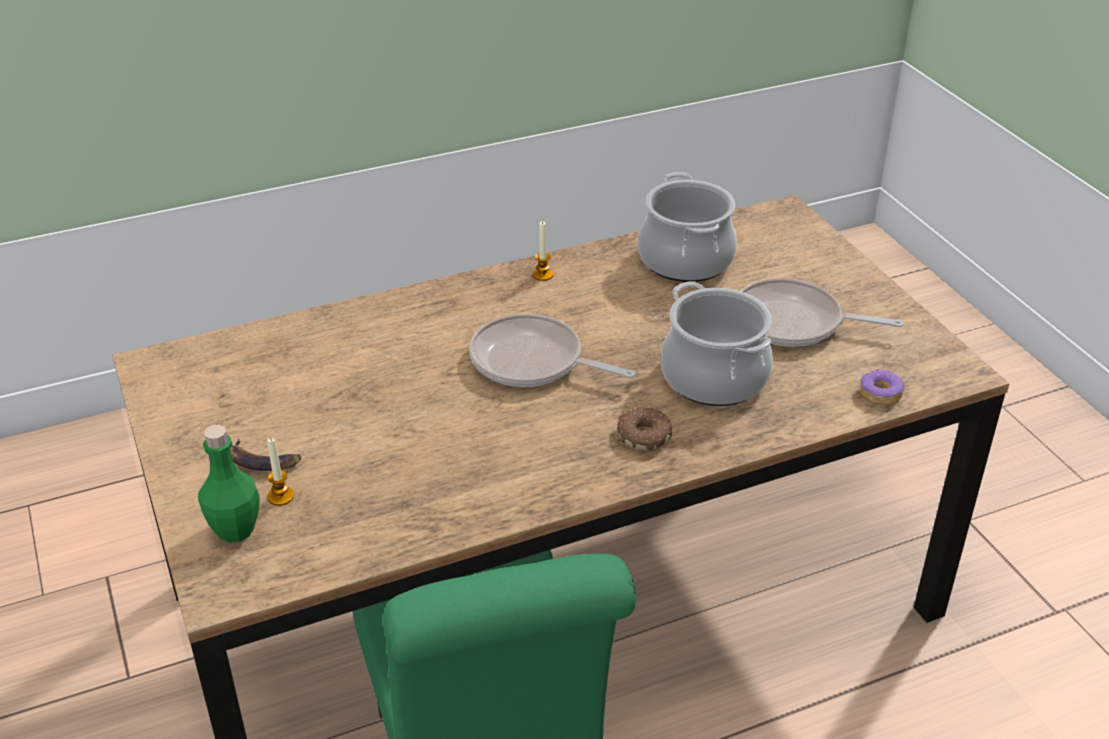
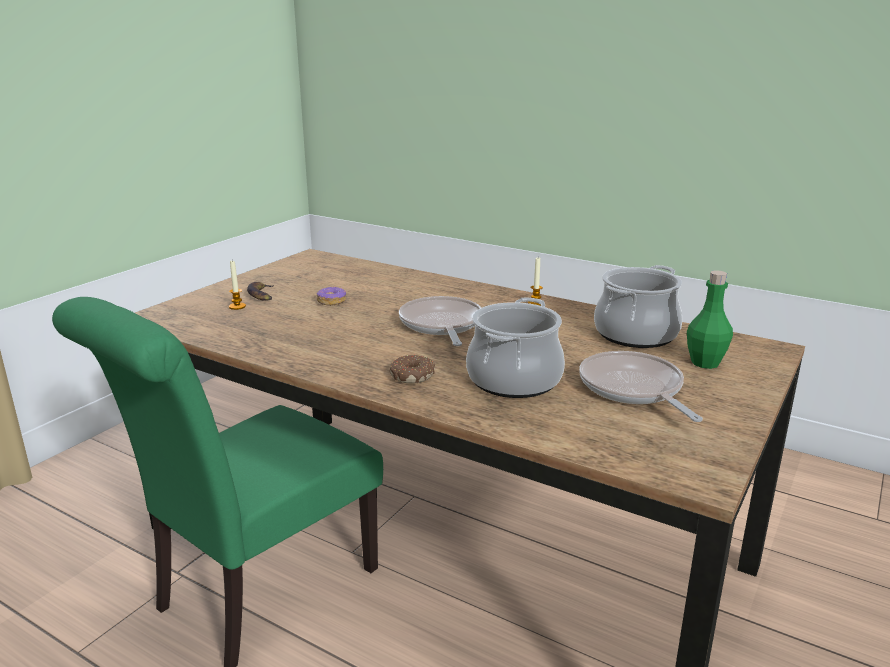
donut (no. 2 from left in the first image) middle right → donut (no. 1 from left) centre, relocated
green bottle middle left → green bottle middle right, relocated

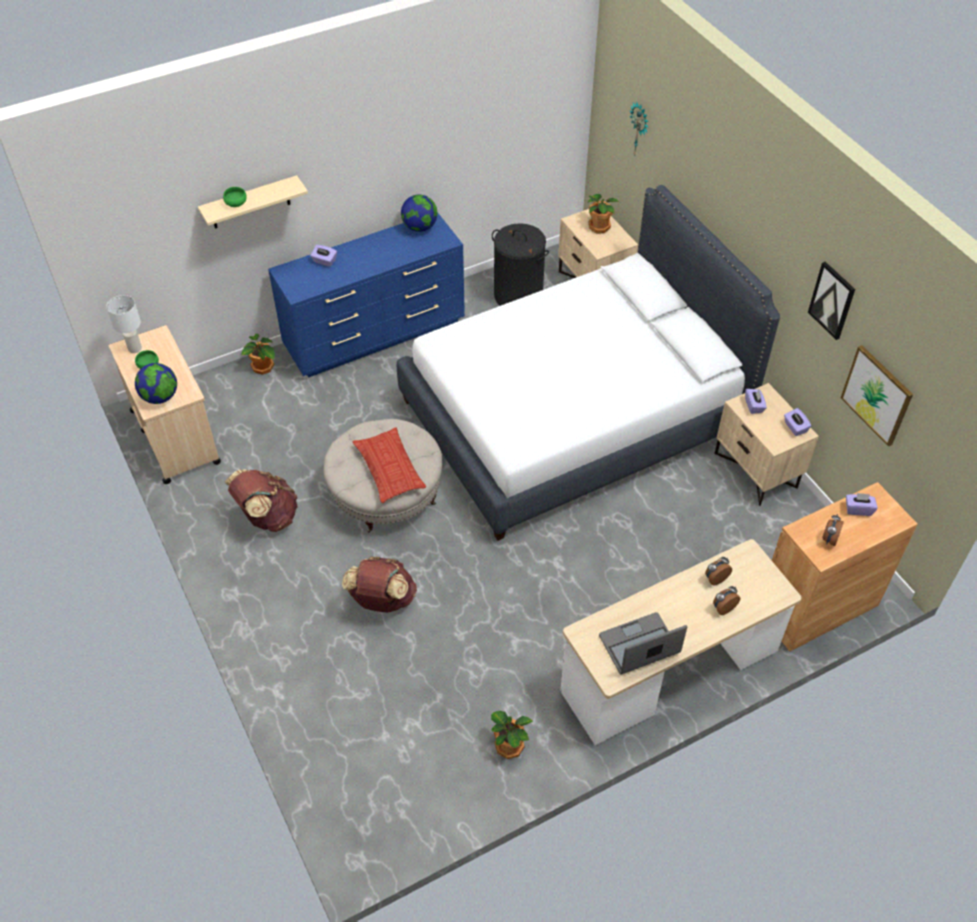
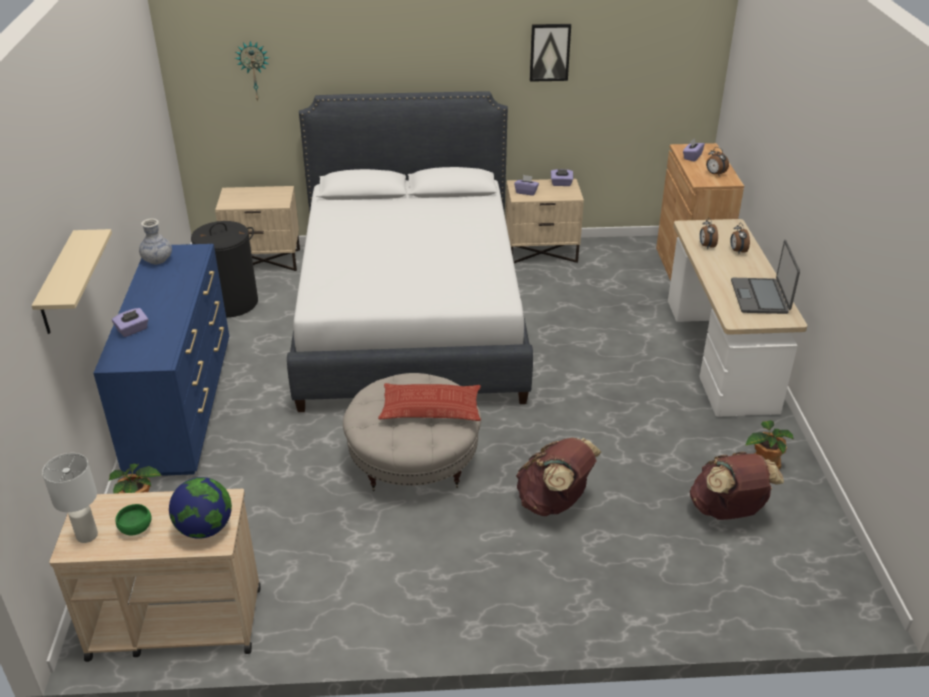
green bowl (no. 2 from left) top left → -
potted plant (no. 3 from left) top centre → -
globe (no. 2 from left) top centre → vase middle left
picture (no. 2 from left) middle right → -
brown backpack (no. 1 from left in the first image) middle left → brown backpack (no. 2 from left) bottom right, relocated

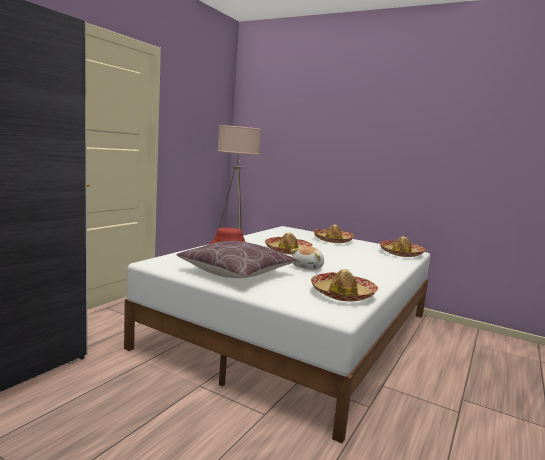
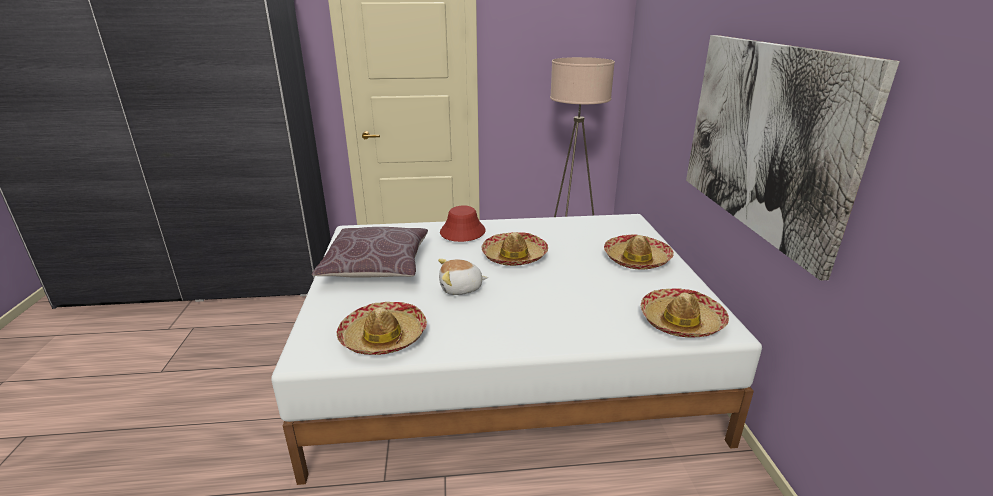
- → picture top right

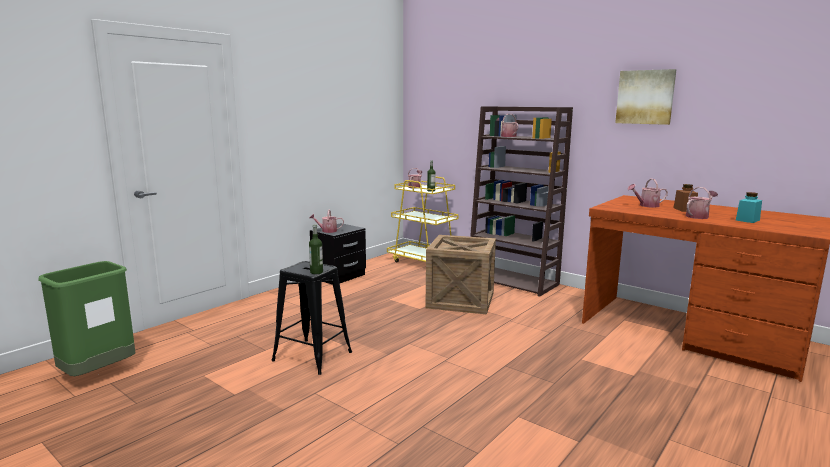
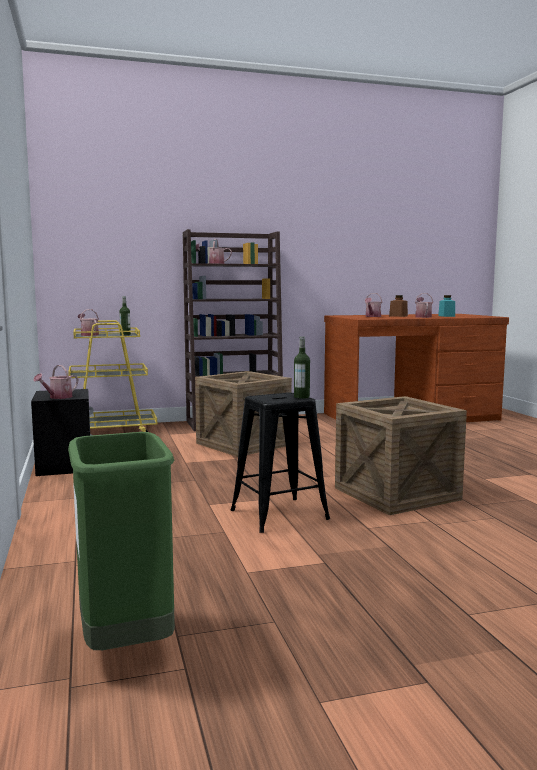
picture top right → -
- → crate (no. 2 from left) middle right

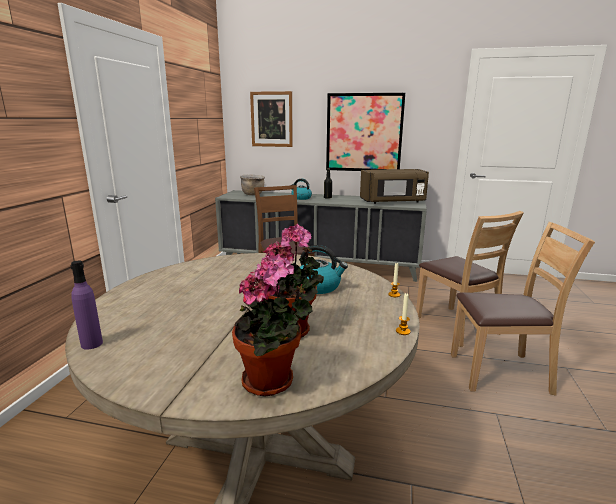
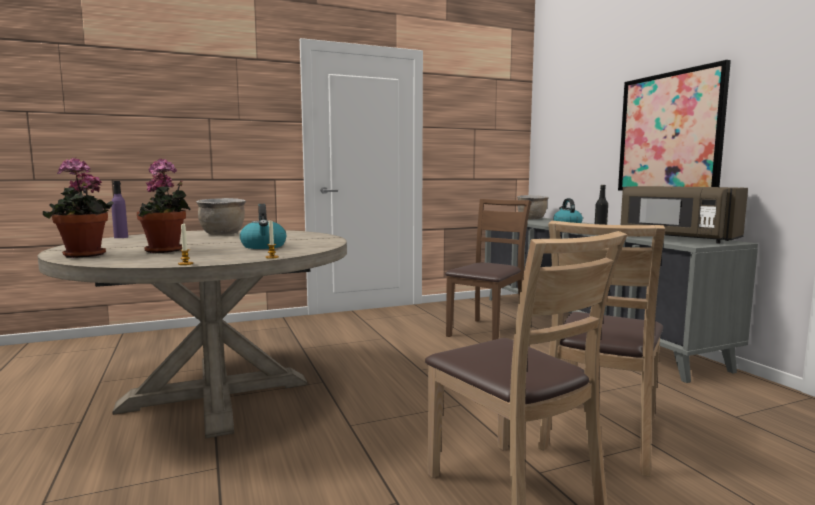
picture (no. 1 from left) top centre → -
- → brown cooking pot (no. 1 from left) middle left

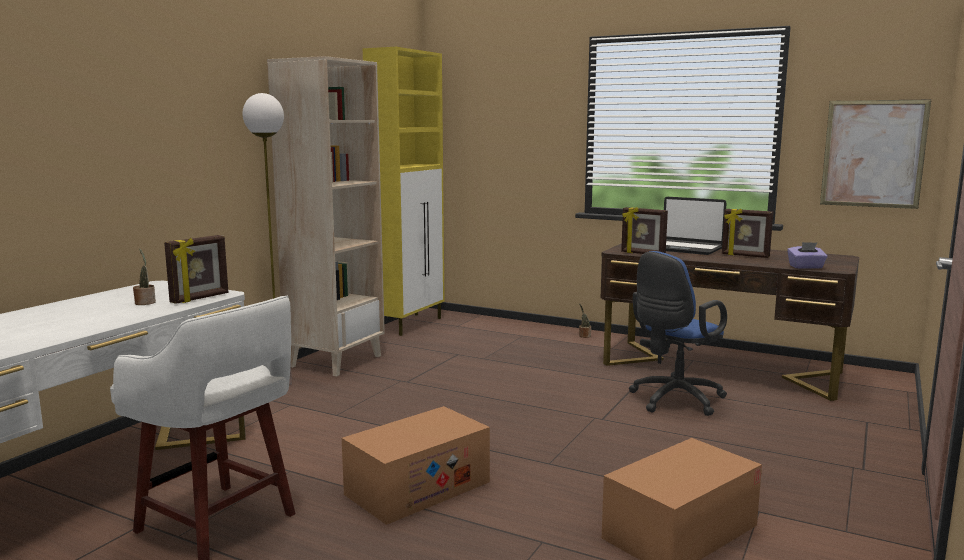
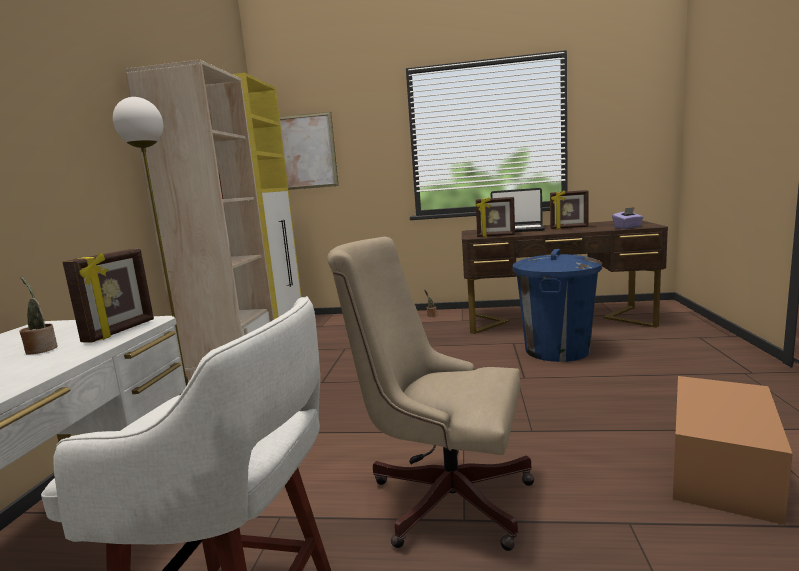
picture top right → picture top centre, relocated
blue office chair middle right → blue trash can middle right
cardboard box (no. 1 from left) bottom centre → beige office chair bottom centre

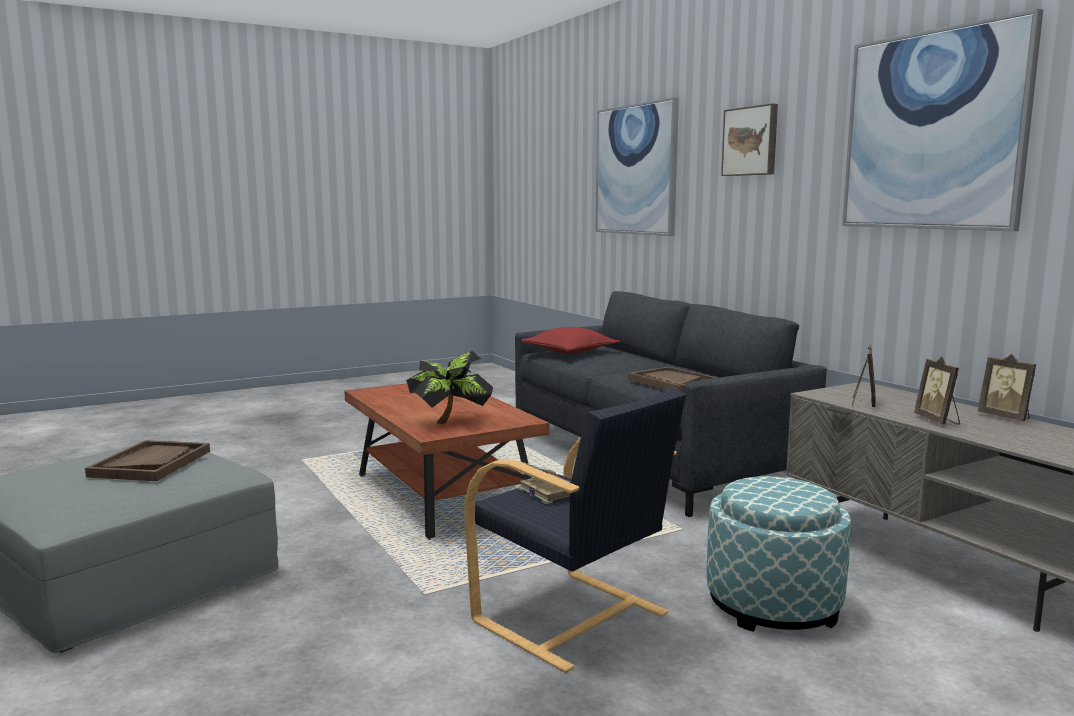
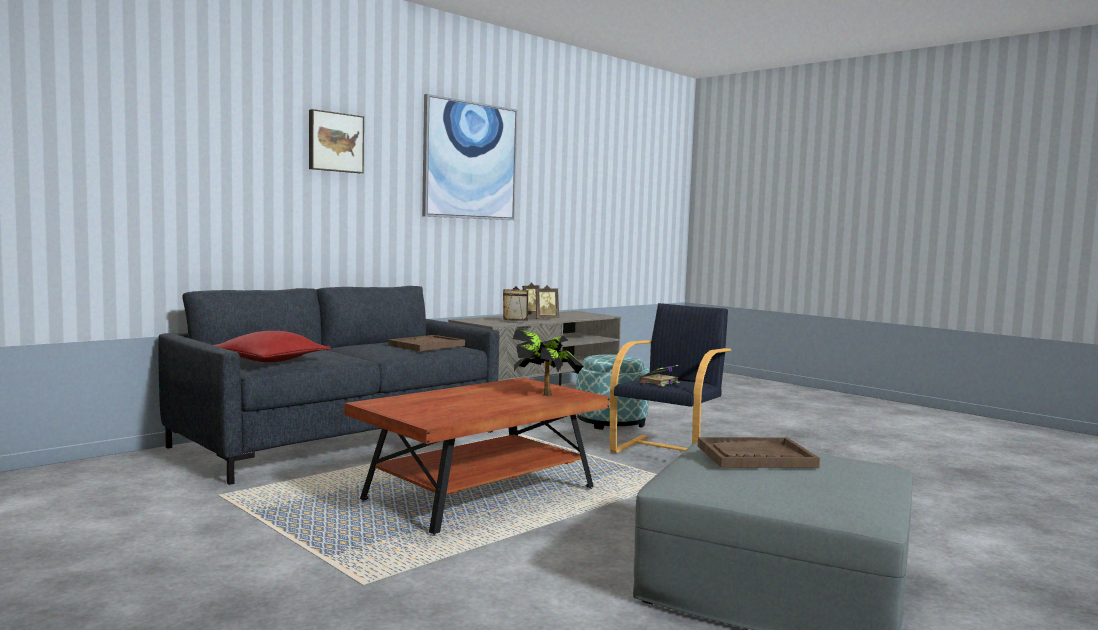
picture (no. 1 from left) top centre → -

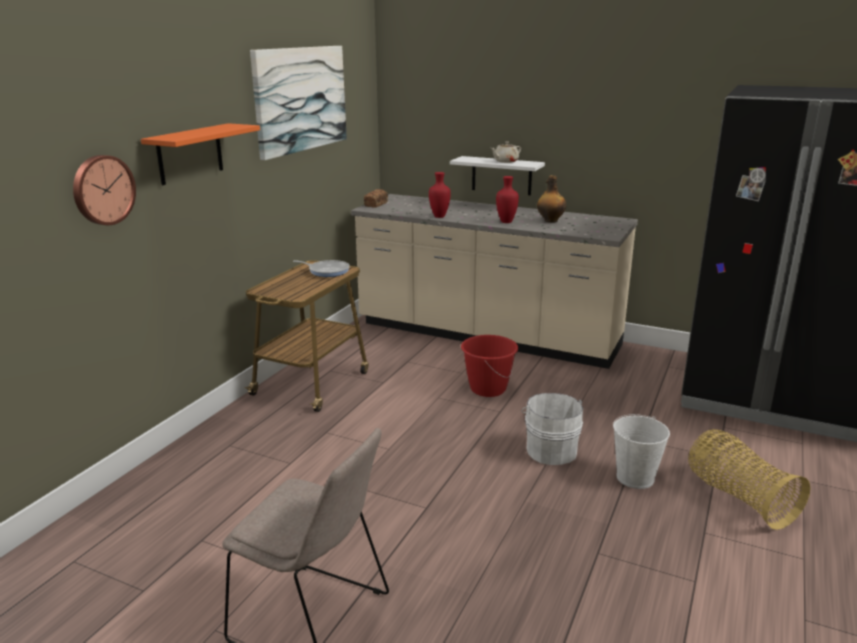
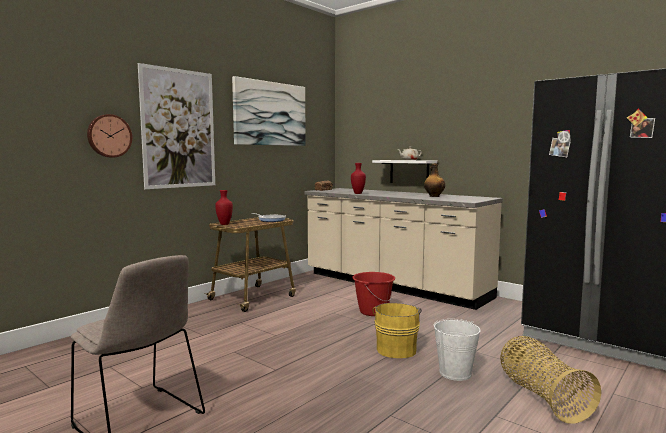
orange shelf top left → picture (no. 1 from left) top left
red vase (no. 2 from left in the first image) top centre → red vase (no. 1 from left) centre, relocated
white bucket (no. 1 from left) bottom centre → yellow bucket bottom centre

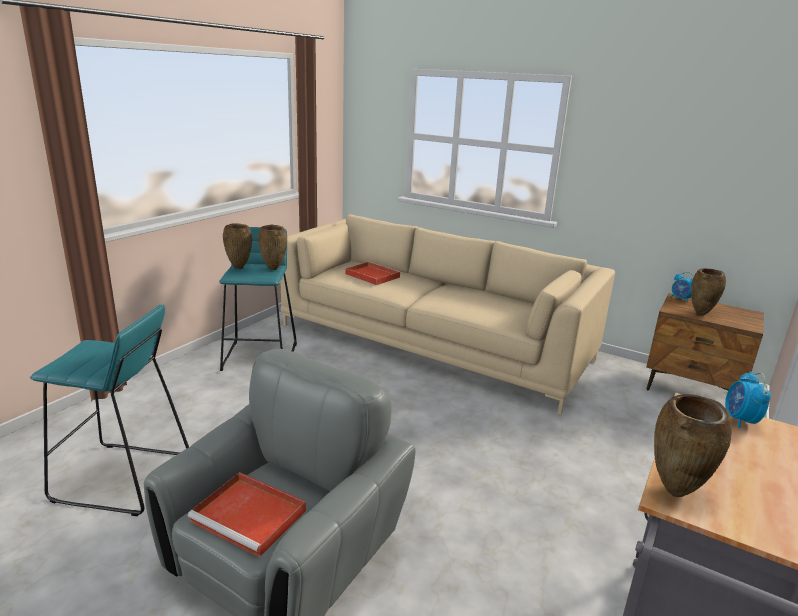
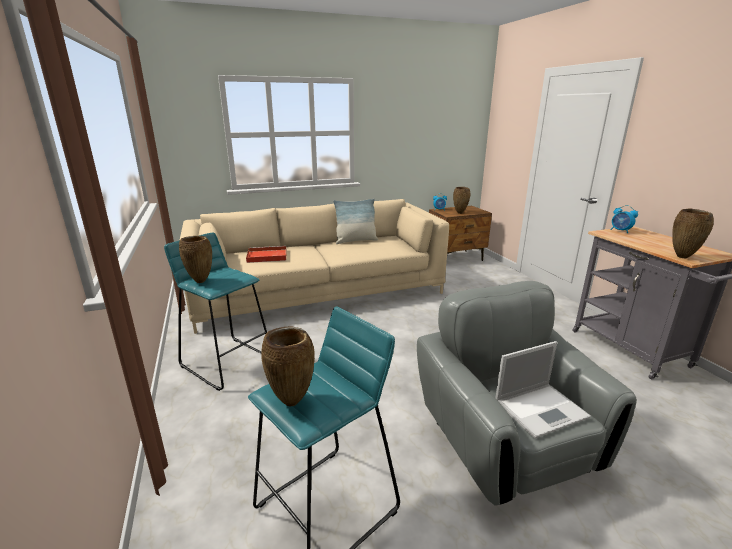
brown vase (no. 2 from left) centre → brown vase (no. 2 from left) bottom centre, relocated
red tray (no. 1 from left) bottom left → laptop bottom right
- → pillow centre

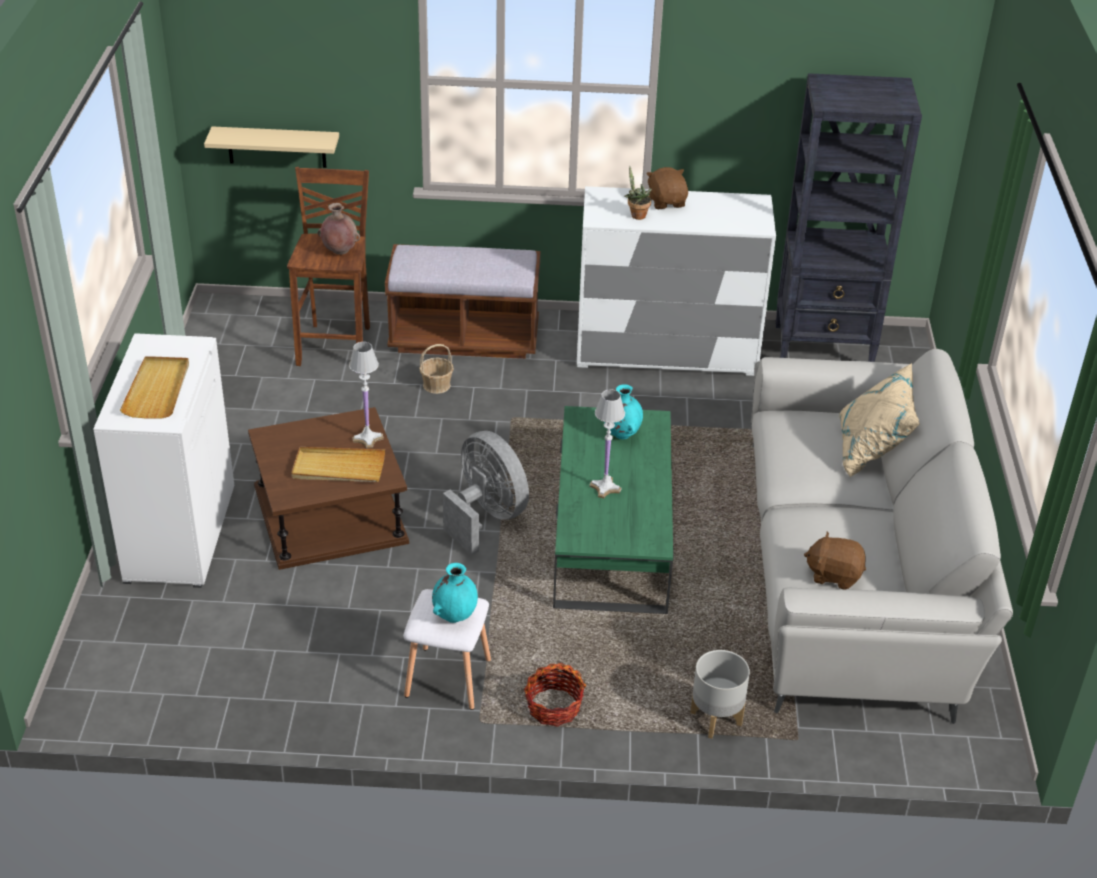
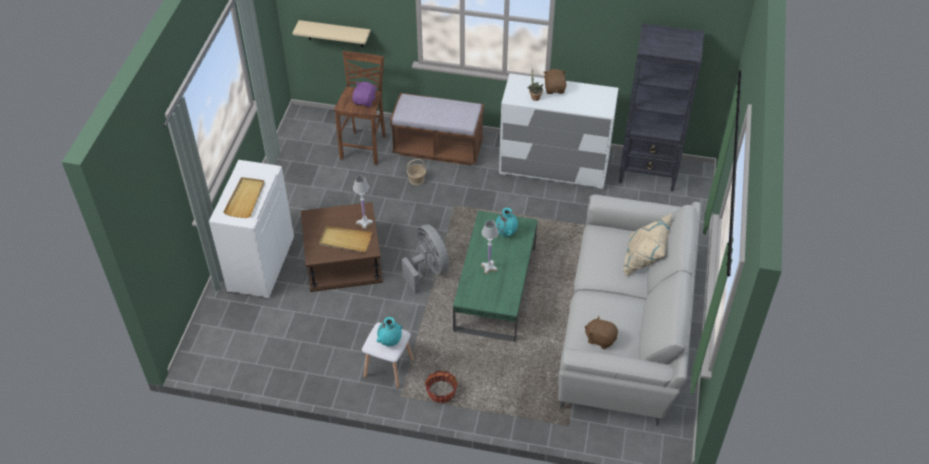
brown vase top left → purple plush toy top centre
grey planter bottom centre → -

